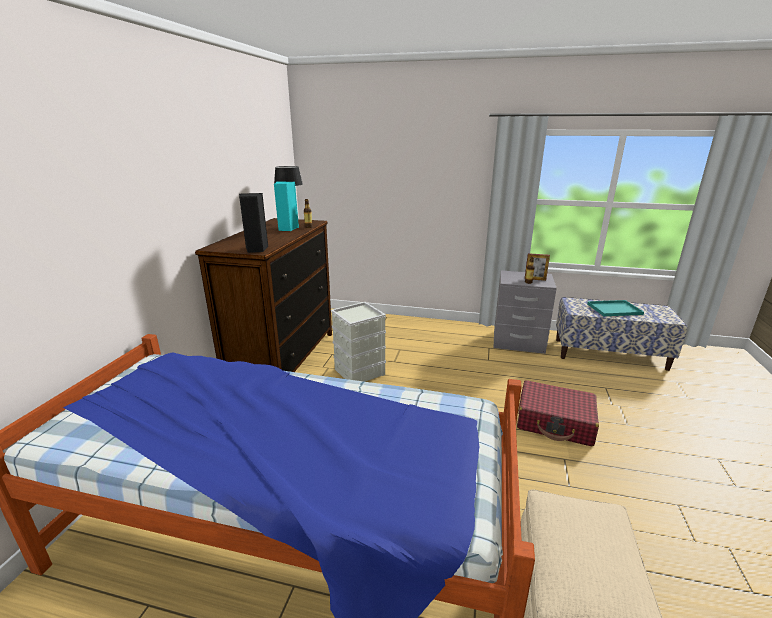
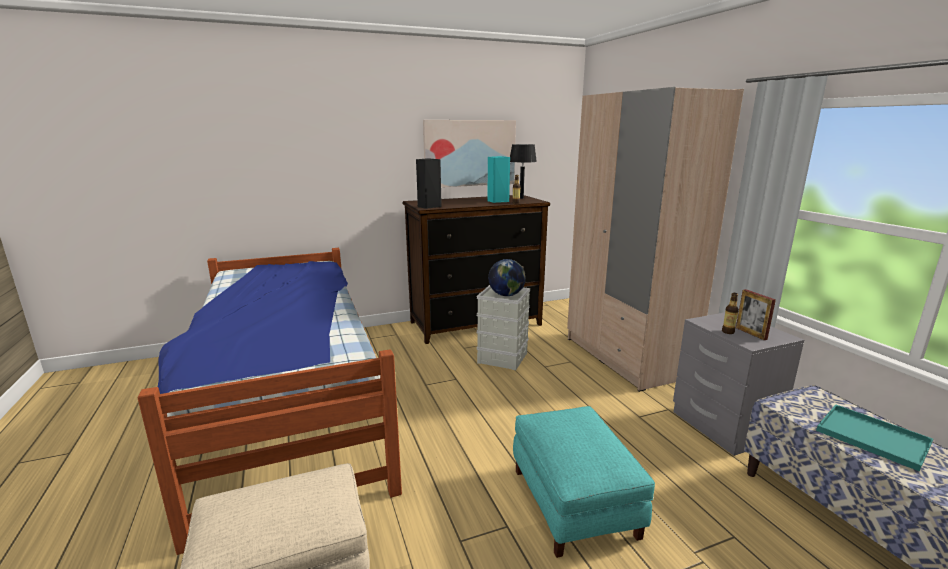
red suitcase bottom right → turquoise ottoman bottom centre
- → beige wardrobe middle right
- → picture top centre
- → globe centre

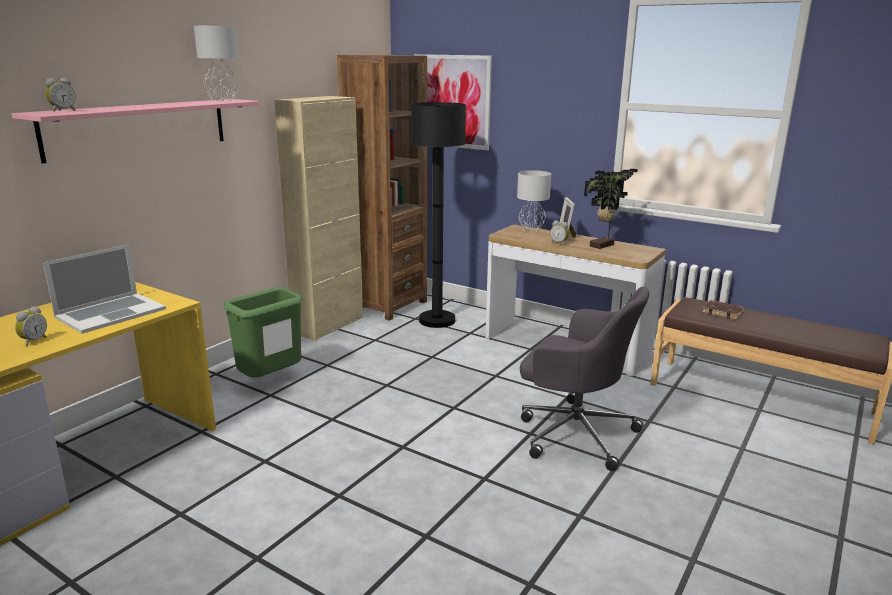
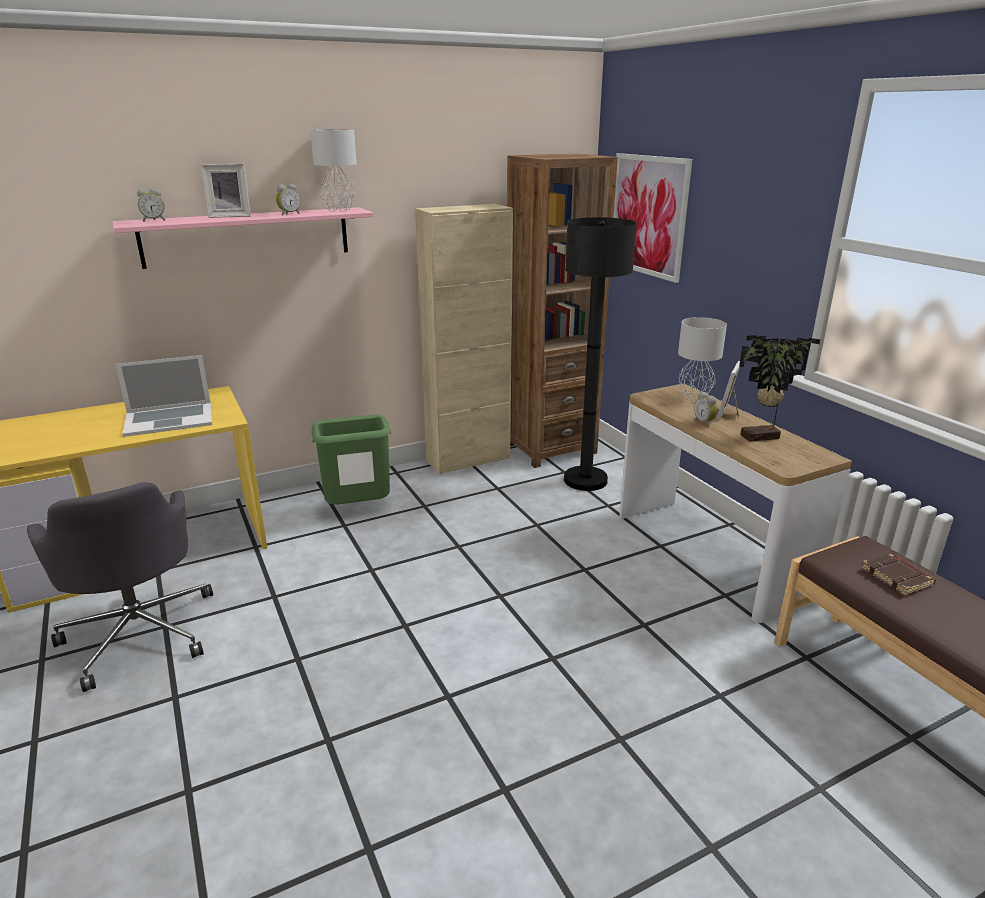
grey office chair centre → grey office chair middle left, relocated
alarm clock (no. 1 from left in the first image) middle left → alarm clock (no. 2 from left) top left, relocated
- → picture frame (no. 1 from left) top left

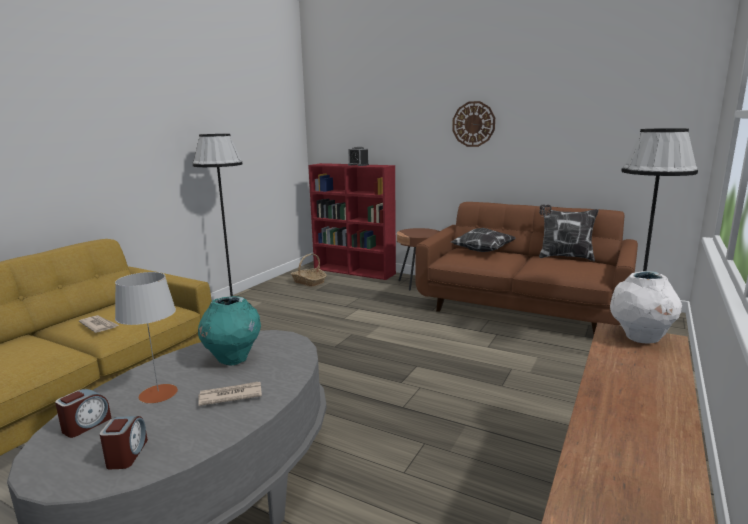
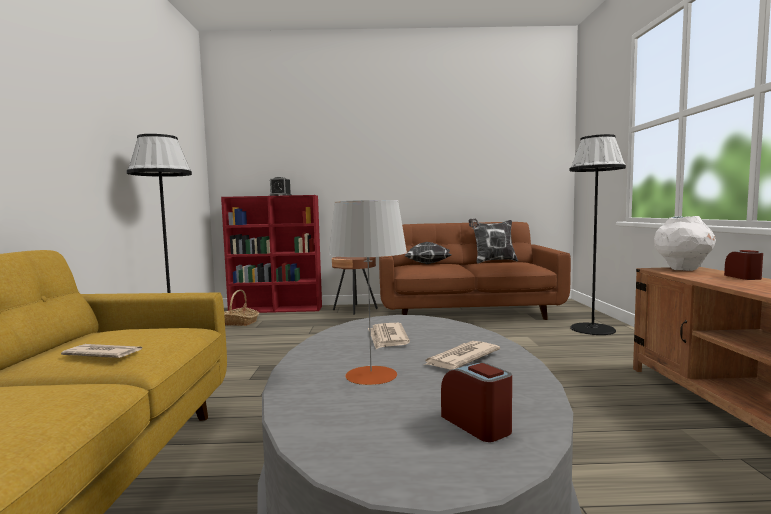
wall clock top centre → -
turquoise vase middle left → newspaper (no. 2 from left) centre
alarm clock (no. 1 from left in the first image) bottom left → alarm clock (no. 3 from left) middle right, relocated

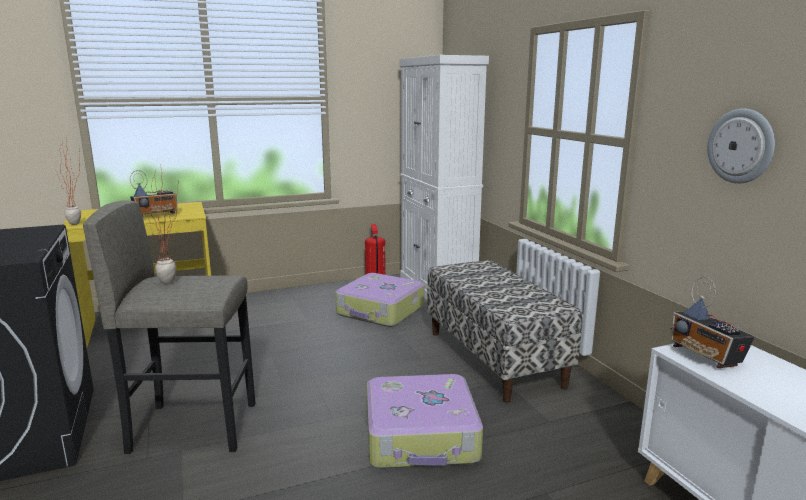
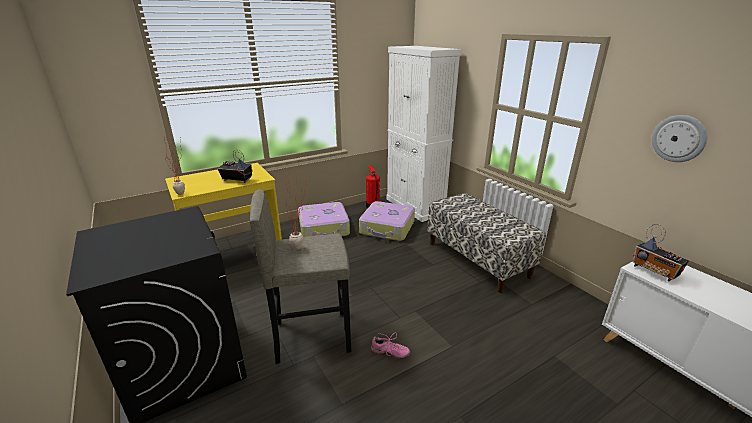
radio (no. 1 from left) middle left, 120 degrees counterclockwise
suitcase (no. 2 from left in the first image) bottom centre → suitcase (no. 1 from left) centre, relocated
- → pink shoe bottom centre

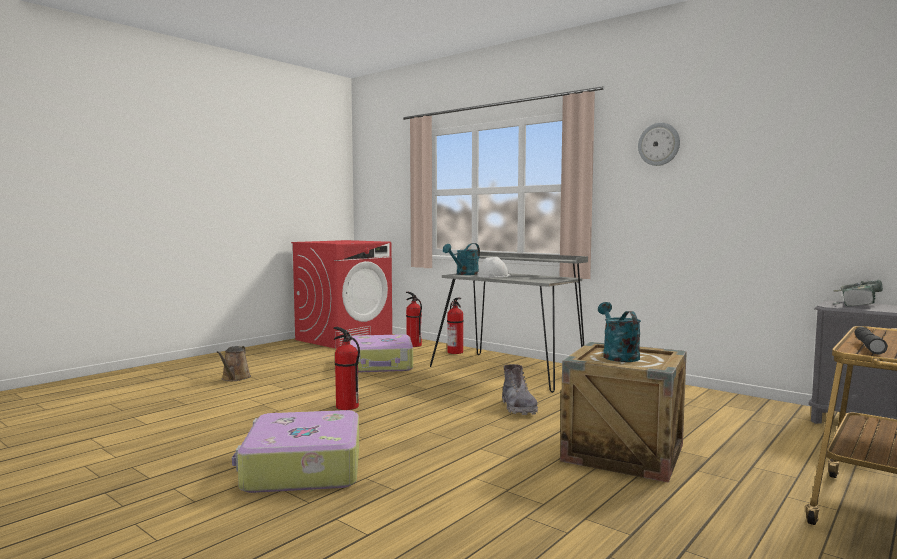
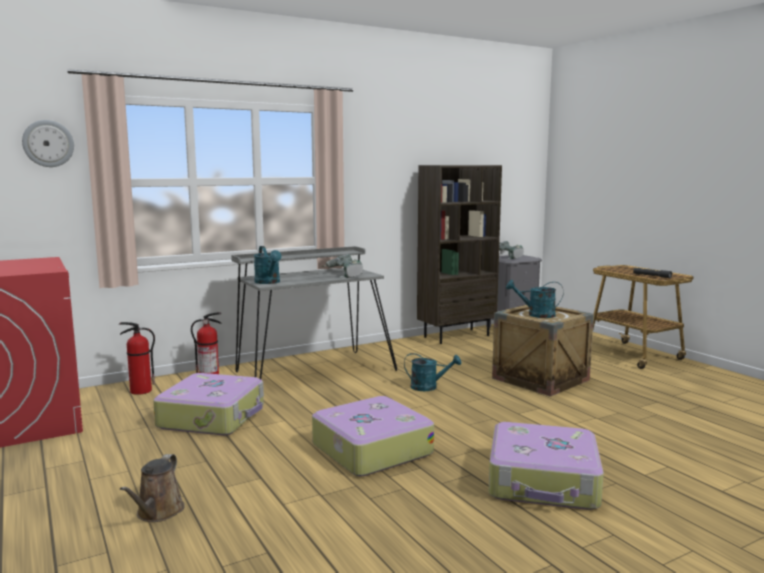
wall clock top right → wall clock top left, relocated
white hard hat centre → -
fire extinguisher (no. 1 from left) centre → suitcase (no. 2 from left) bottom centre
brown watering can middle left → brown watering can bottom left, 75 degrees clockwise
grey boot bottom centre → turquoise watering can (no. 2 from left) centre
- → brown bookcase centre
- → power drill (no. 1 from left) centre

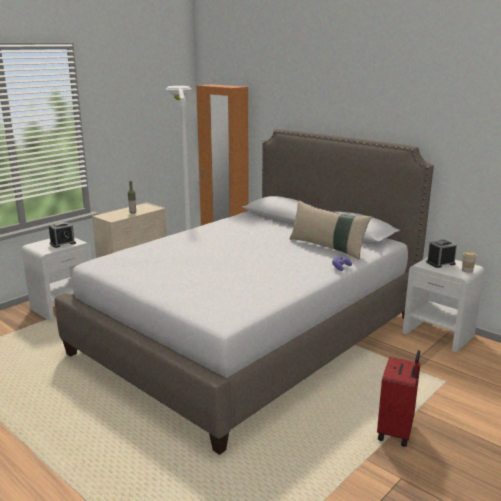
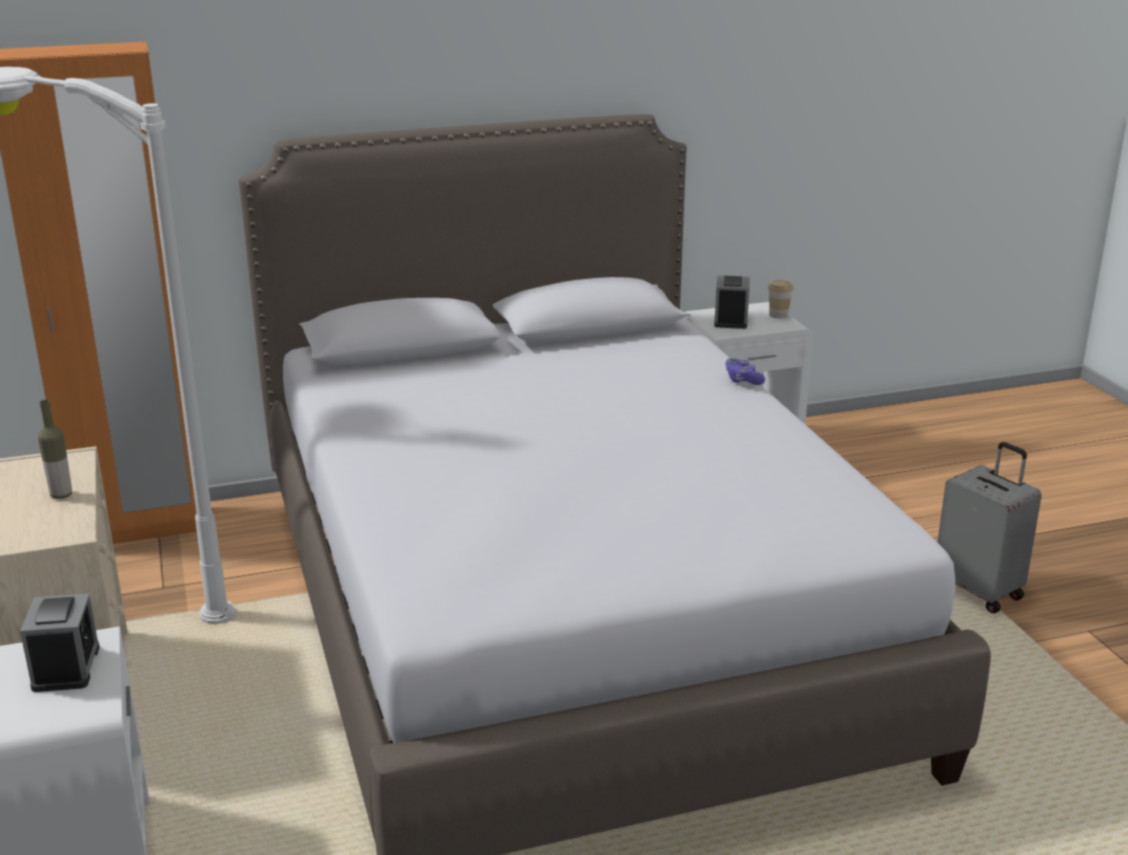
beige pillow centre → -
red suitcase bottom right → grey suitcase middle right

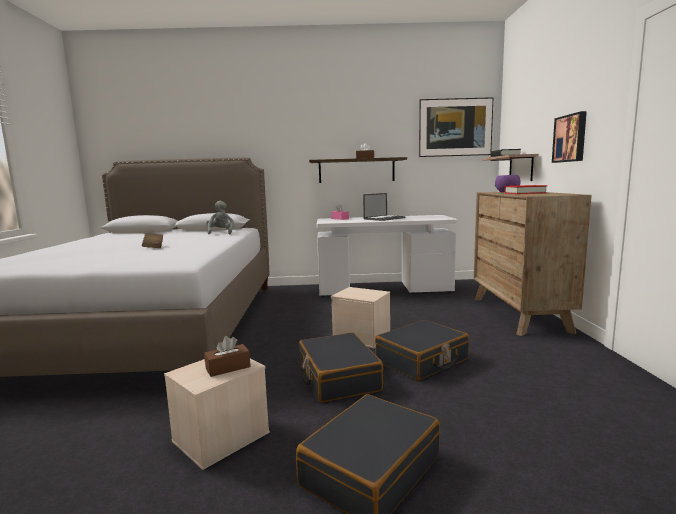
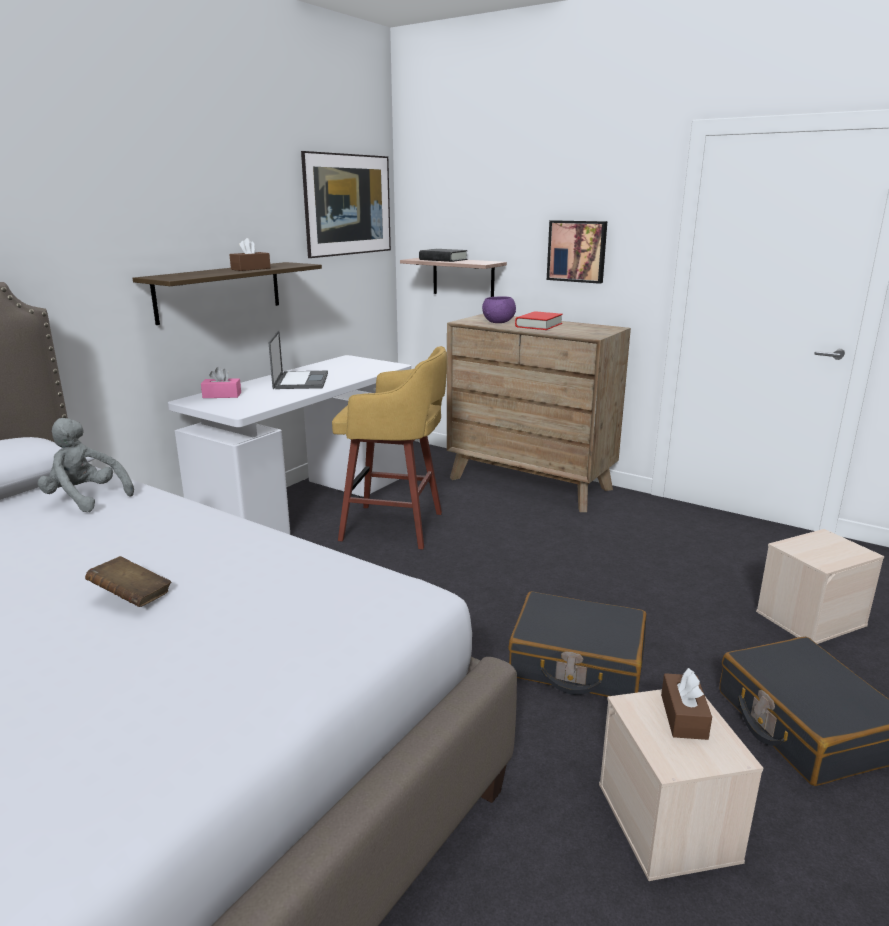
beige storage box (no. 2 from left) centre → beige storage box (no. 2 from left) middle right, relocated
black suitcase (no. 3 from left) bottom centre → -
- → yellow stool centre

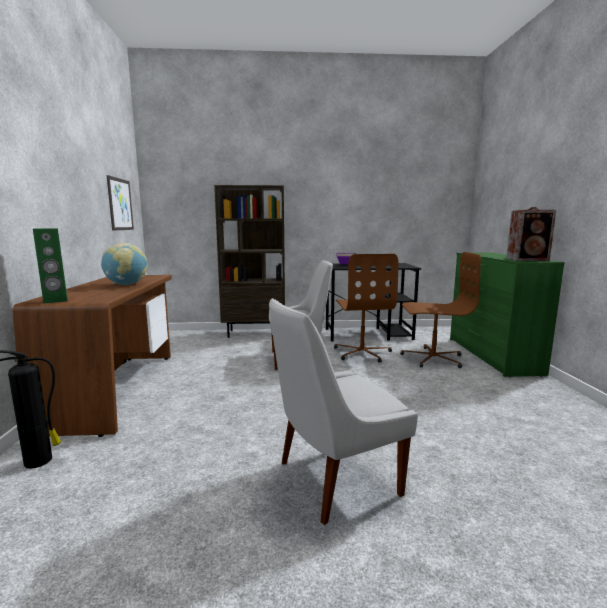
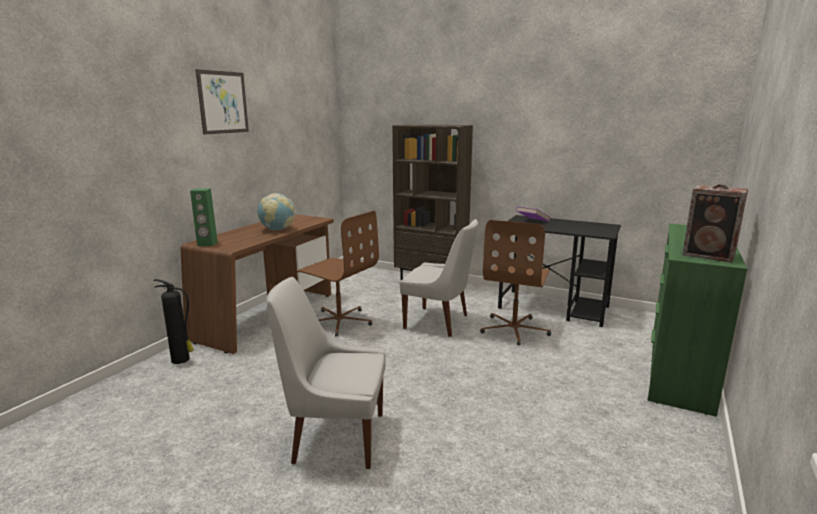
picture middle left → picture top left, relocated
brown office chair (no. 2 from left in the first image) middle right → brown office chair (no. 1 from left) centre, relocated

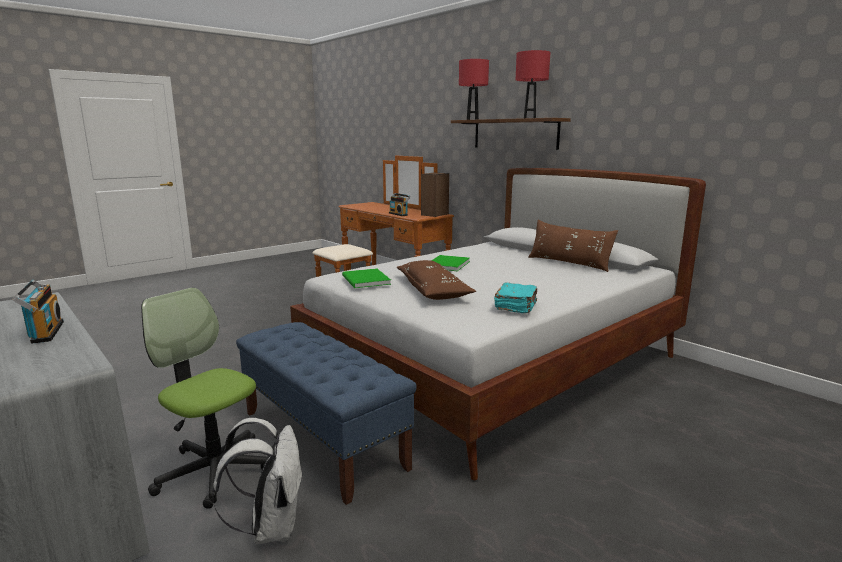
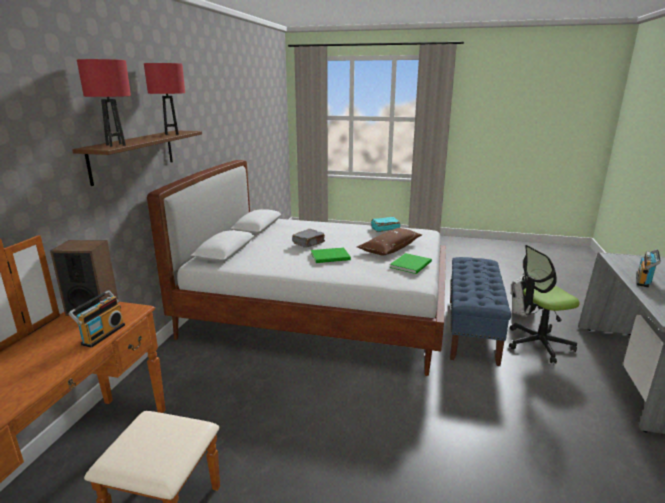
brown pillow (no. 2 from left) middle right → -
office chair bottom left → office chair middle right, 75 degrees clockwise
- → grey book centre

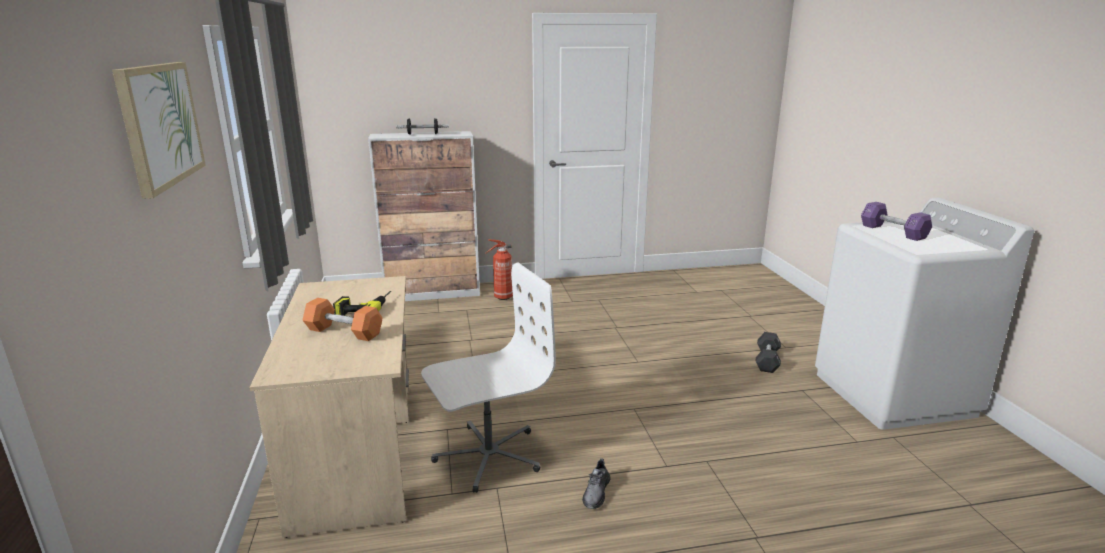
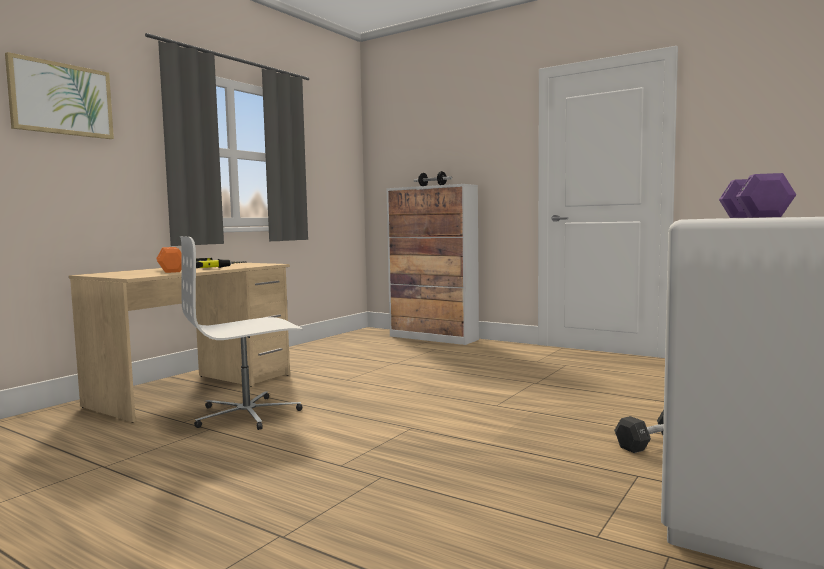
fire extinguisher centre → -
white office chair bottom centre → white office chair middle left, 135 degrees clockwise
grey shoe bottom centre → -

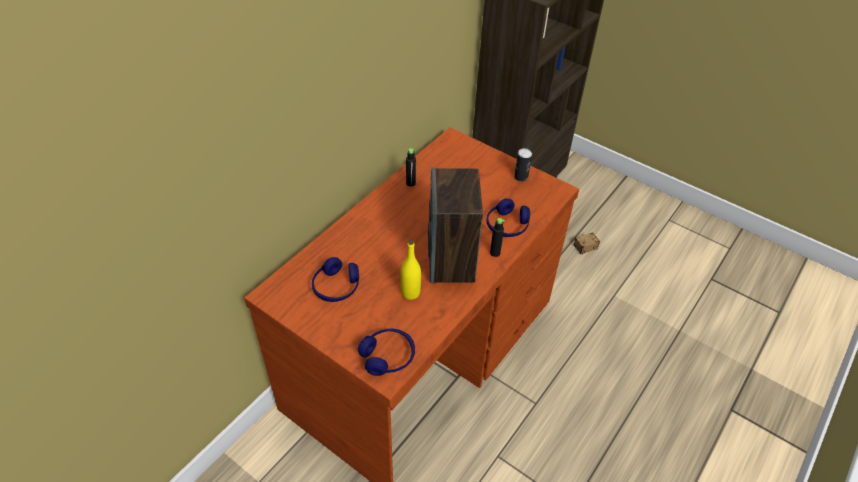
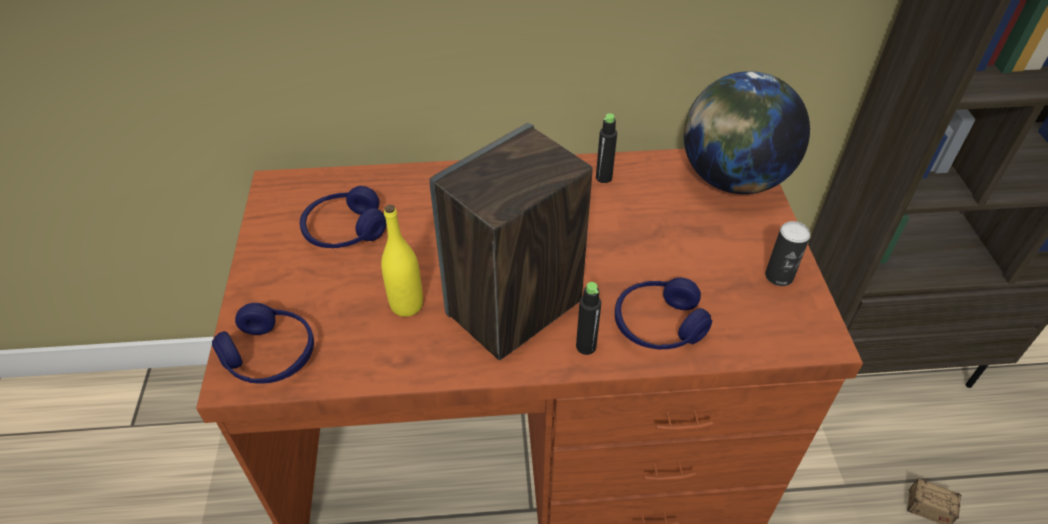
- → globe top right

